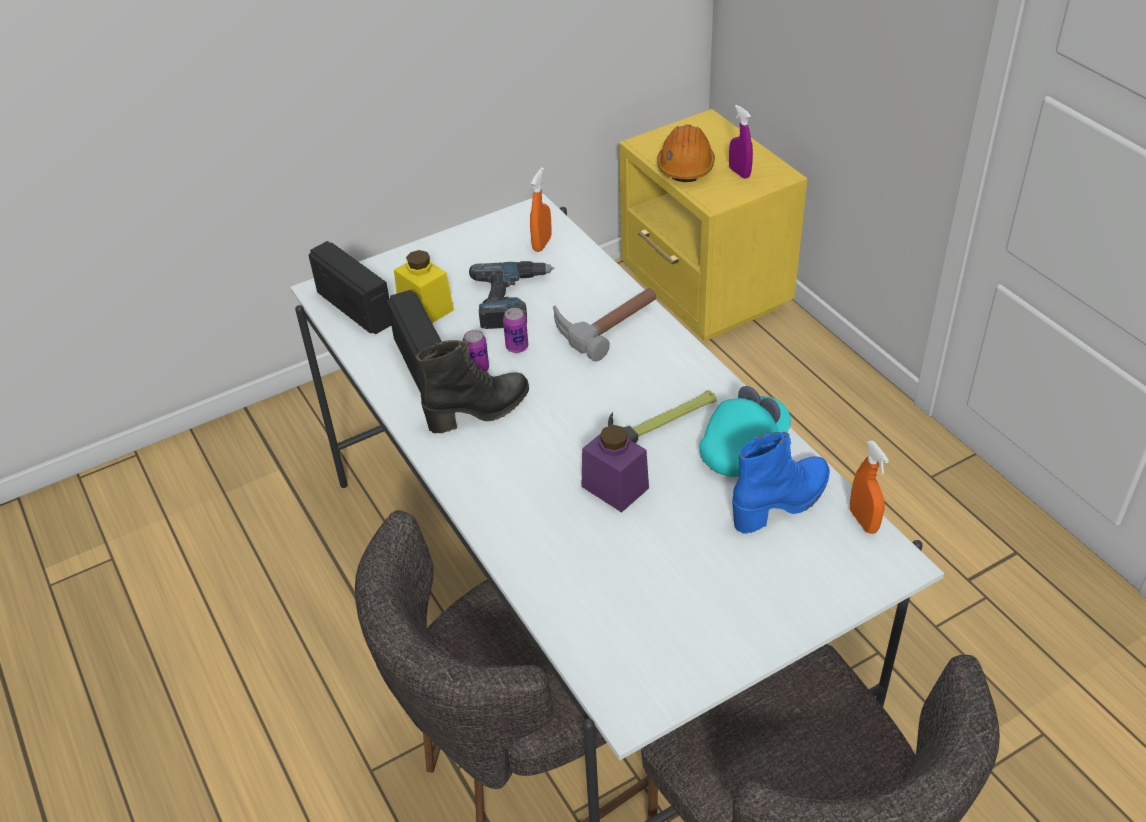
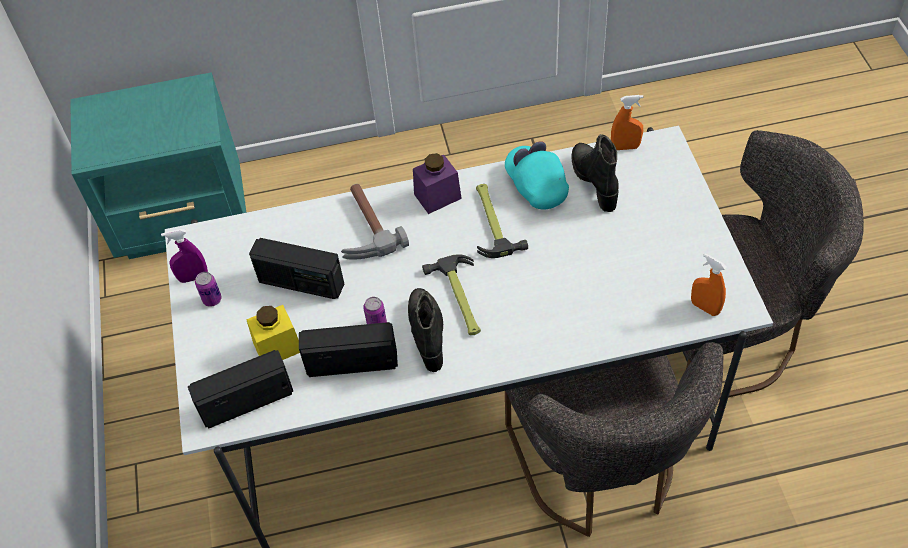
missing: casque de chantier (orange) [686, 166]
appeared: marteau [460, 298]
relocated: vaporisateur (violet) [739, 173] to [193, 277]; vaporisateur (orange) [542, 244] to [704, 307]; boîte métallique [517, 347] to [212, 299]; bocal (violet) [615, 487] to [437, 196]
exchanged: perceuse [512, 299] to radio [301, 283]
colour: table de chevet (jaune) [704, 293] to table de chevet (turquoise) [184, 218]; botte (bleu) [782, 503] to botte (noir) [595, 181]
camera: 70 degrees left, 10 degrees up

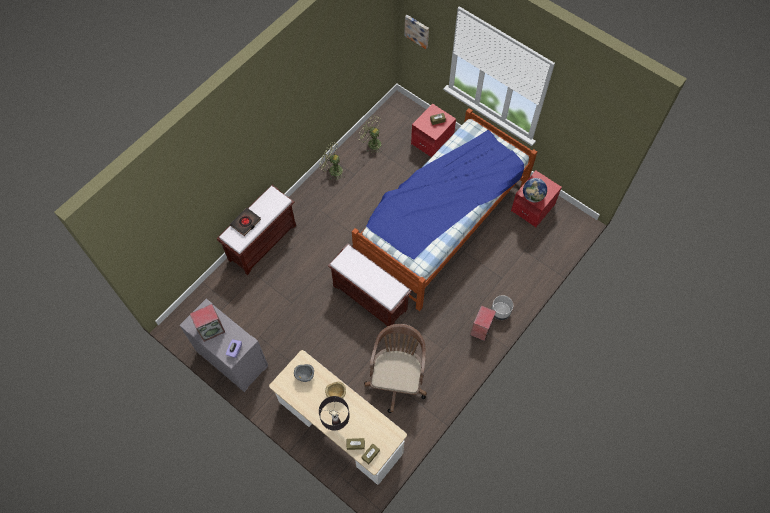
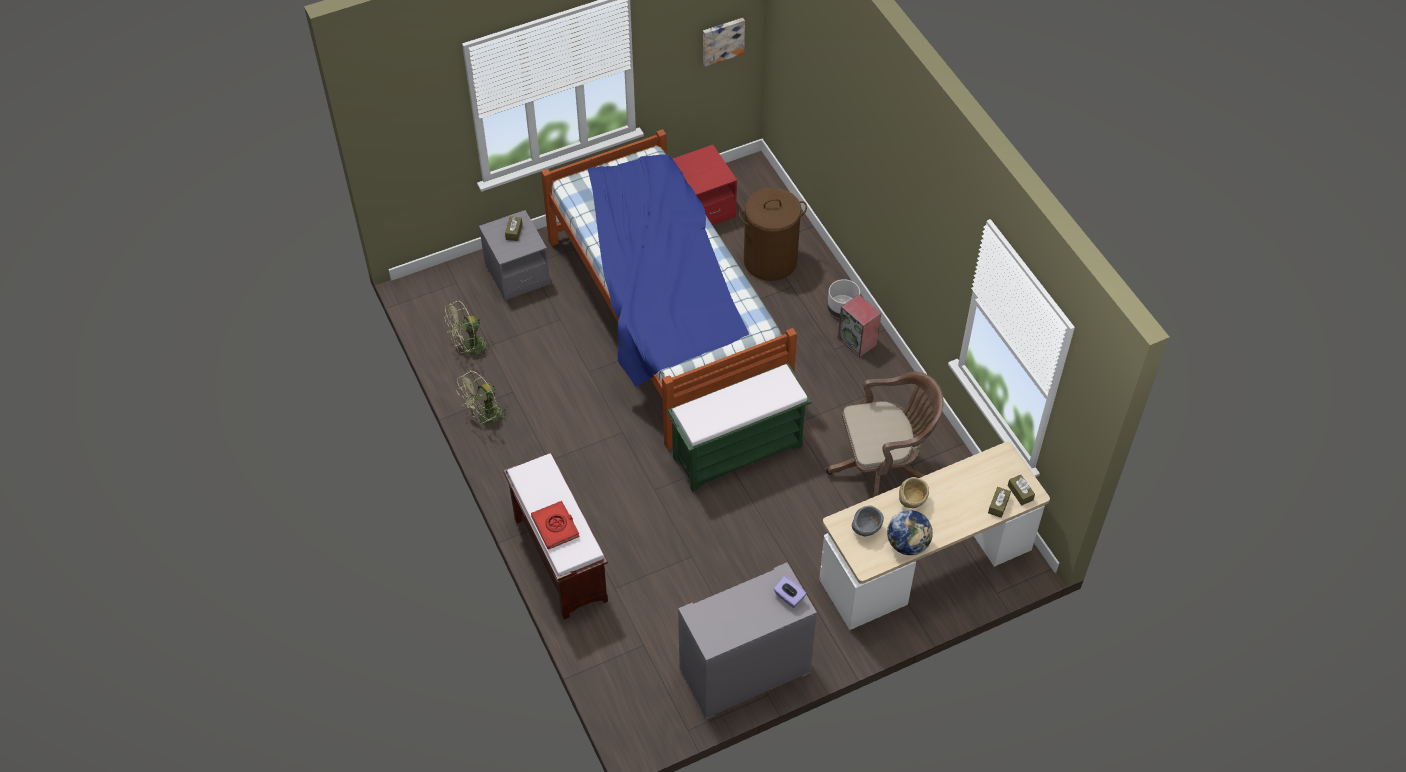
missing: enceinte [211, 329]; lampe de table (noir) [336, 423]
appeared: panier à linge (marron) [770, 261]
relocated: tableau [417, 31] to [722, 40]; globe [533, 196] to [908, 544]
colour: table de chevet (rouge) [432, 141] to table de chevet (gris) [517, 274]; livre (noir) [246, 223] to livre (rouge) [555, 527]; banc (marron) [370, 297] to banc (vert) [738, 451]
spun: chaise de bureau (marron) [397, 378] = [883, 467] 135 degrees clockwise
camera: 65 degrees left, 10 degrees down

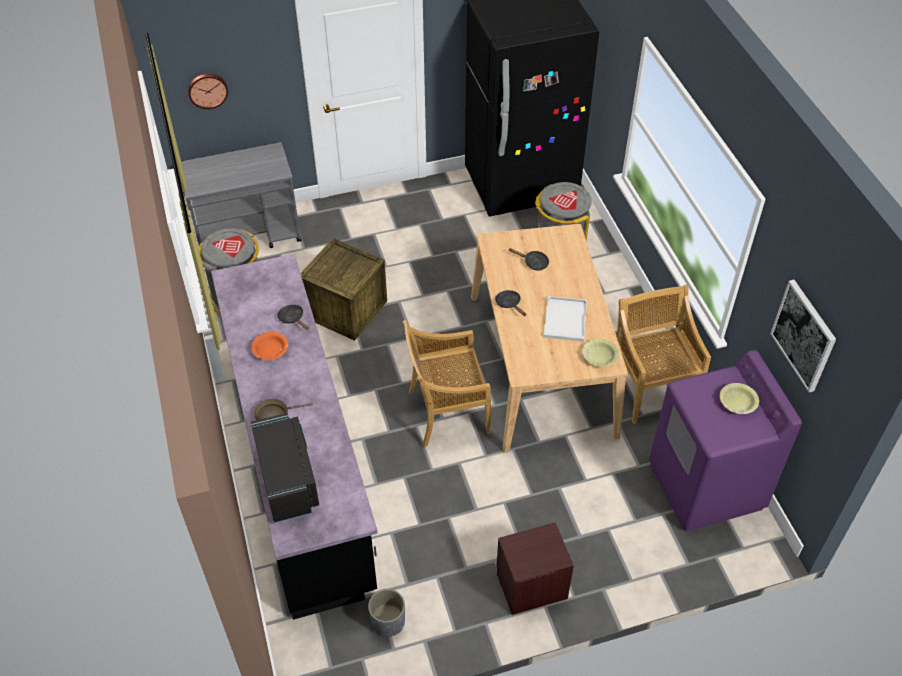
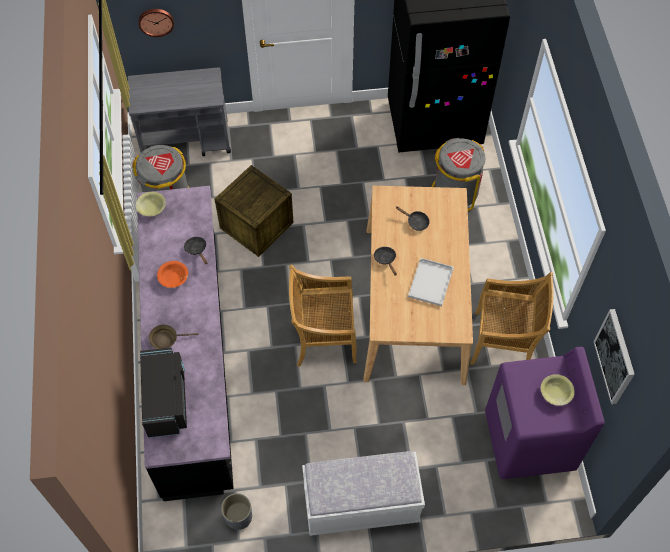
relocated: bol (jaune) [599, 356] to [151, 207]
exchanged: table de chevet (marron) [531, 585] to banc (blanc) [361, 505]
spun: chaise (beige) [651, 388] = [504, 342] 105 degrees clockwise
camera: 10 degrees right, 10 degrees up

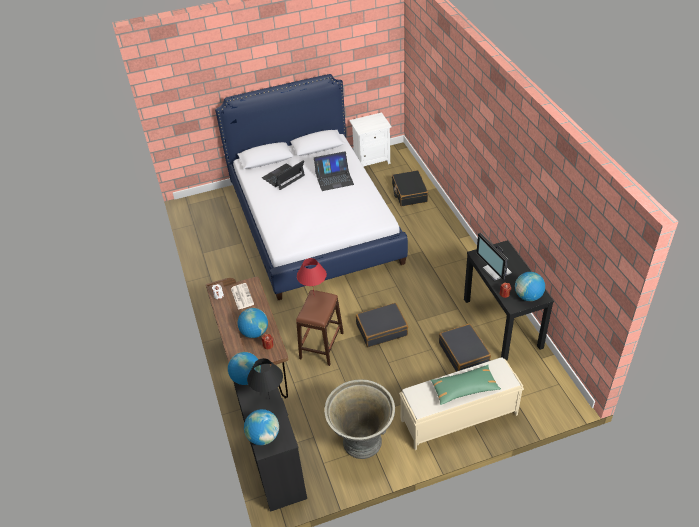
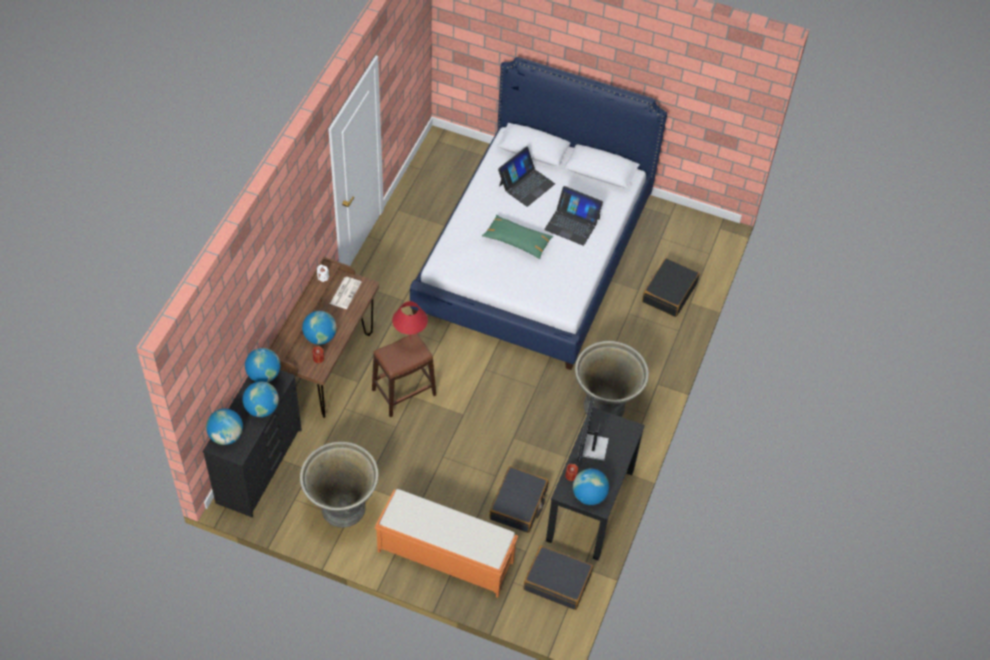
missing: table de chevet (blanc) [371, 160]
appeared: cache-pot (gris) [605, 406]
relocated: valise (noir) [381, 329] to [557, 581]; coussin (vert) [464, 388] to [517, 241]
exchanged: lampe de table (noir) [269, 399] to globe [262, 408]
colour: banc (beige) [458, 417] to banc (orange) [444, 556]
spun: ordinateur portable [283, 177] = [526, 184] 135 degrees clockwise
camera: 35 degrees right, 10 degrees up

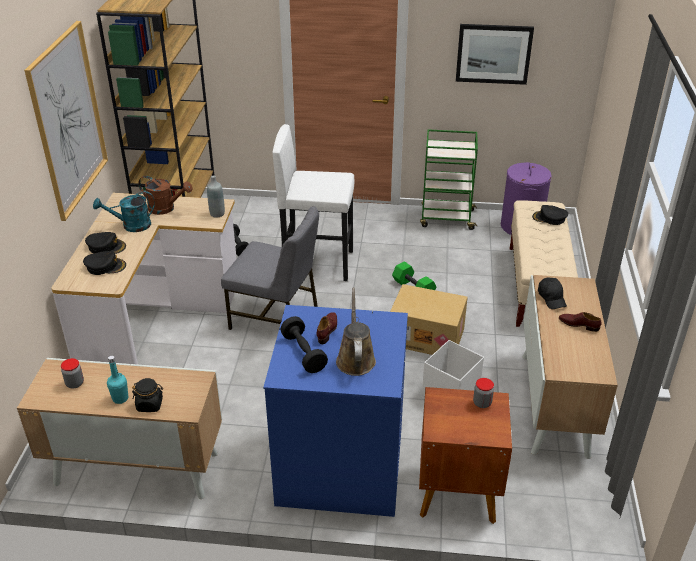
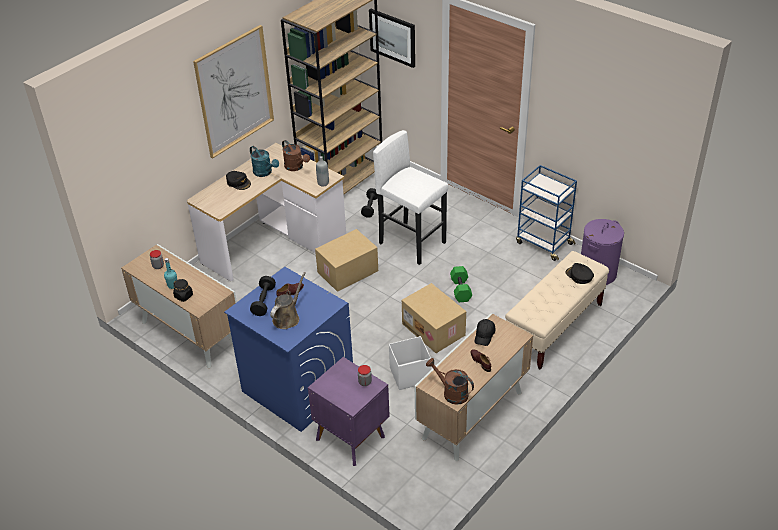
missing: casquette (noir) [105, 266]
appeared: arrosoir (marron) [451, 393]
relocated: tableau [493, 53] to [393, 37]
exchanged: chaise (gris) [276, 318] to carton [348, 272]
colour: chariot (vert) [446, 218] to chariot (bleu) [543, 243]; table de chevet (marron) [456, 492] to table de chevet (violet) [350, 437]
spun: arrosoir (turquoise) [131, 226] = [265, 173] 150 degrees counterclockwise
camera: 35 degrees right, 5 degrees up

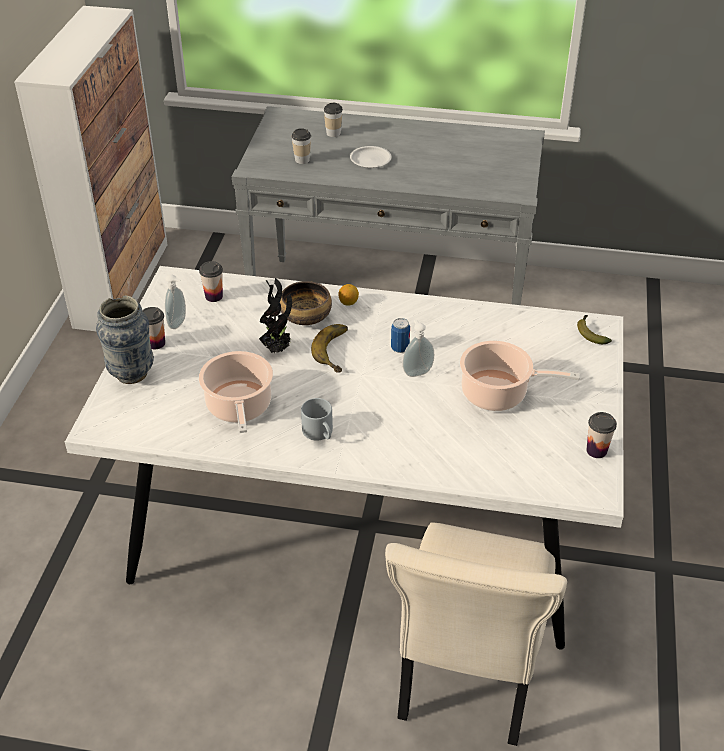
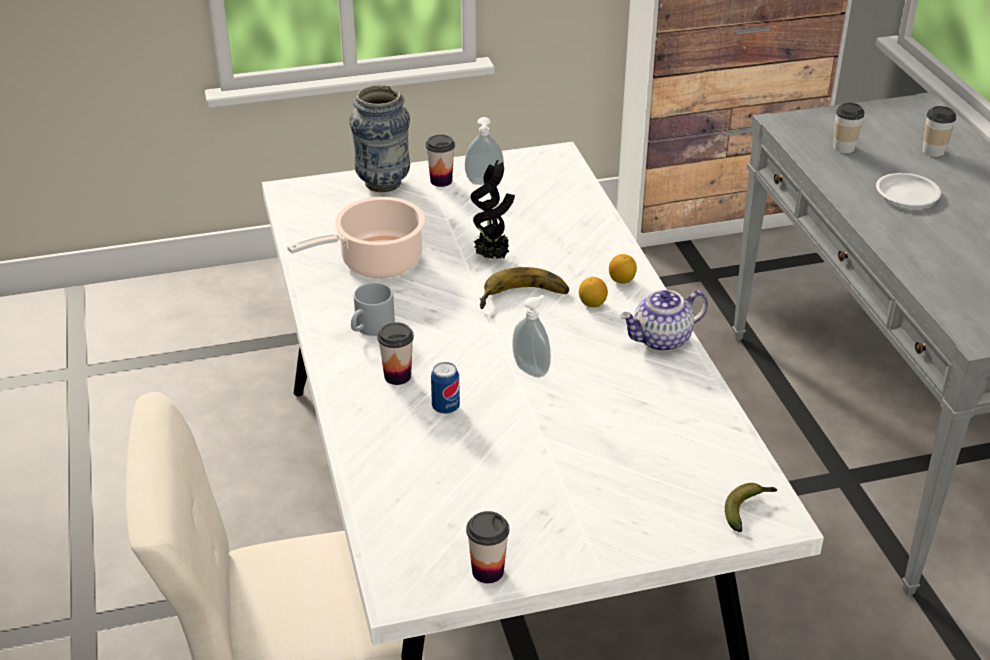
missing: bol [305, 316]; marmite [498, 394]
appeared: citron [592, 304]; théière [661, 340]
relocated: tasse [214, 296] to [397, 376]; boîte métallique [400, 348] to [445, 407]
camera: 65 degrees right, 5 degrees down

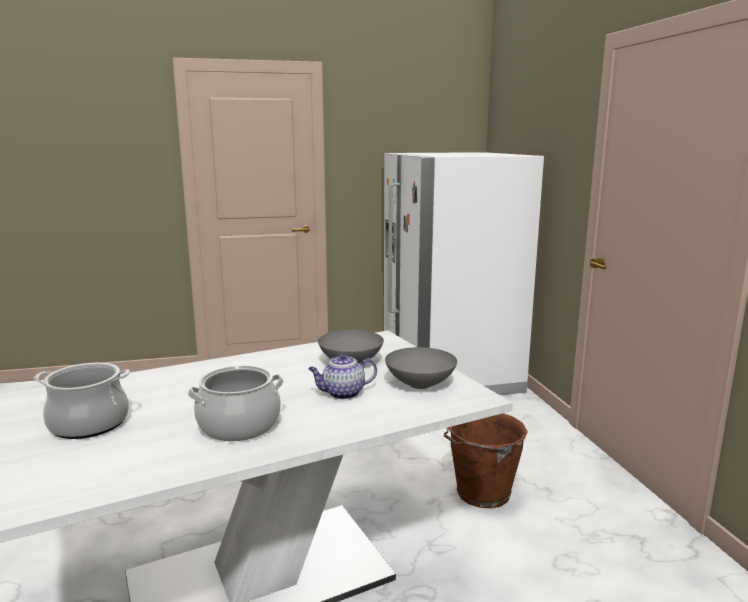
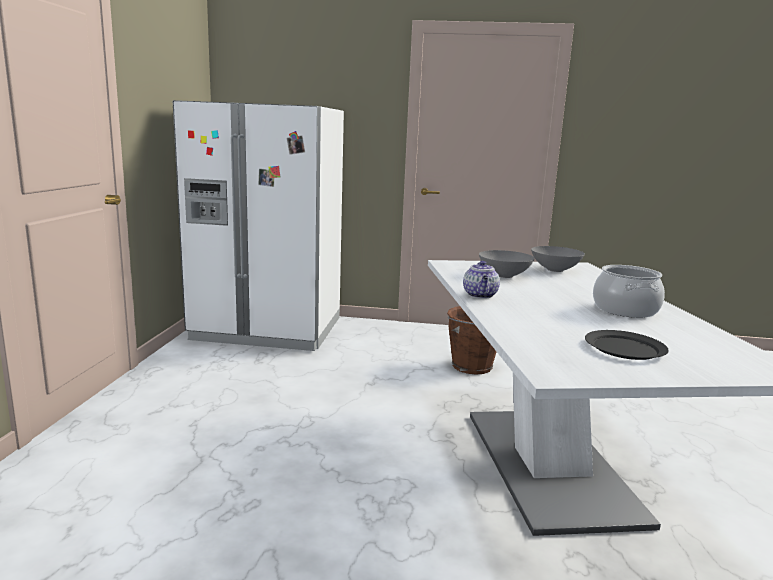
relocated: théière [342, 393] to [480, 295]
exchanged: marmite [88, 424] to assiette (noir) [625, 348]
camera: 70 degrees left, 0 degrees up

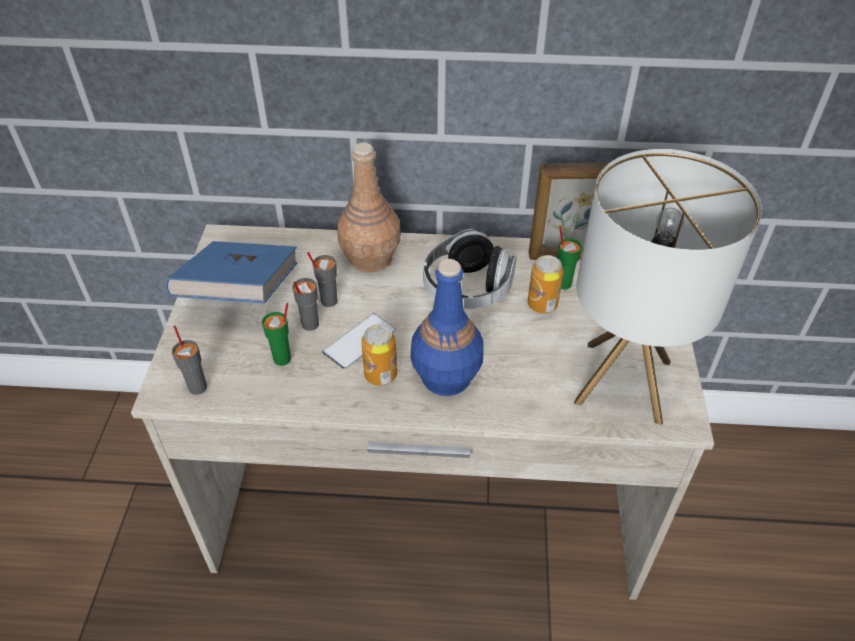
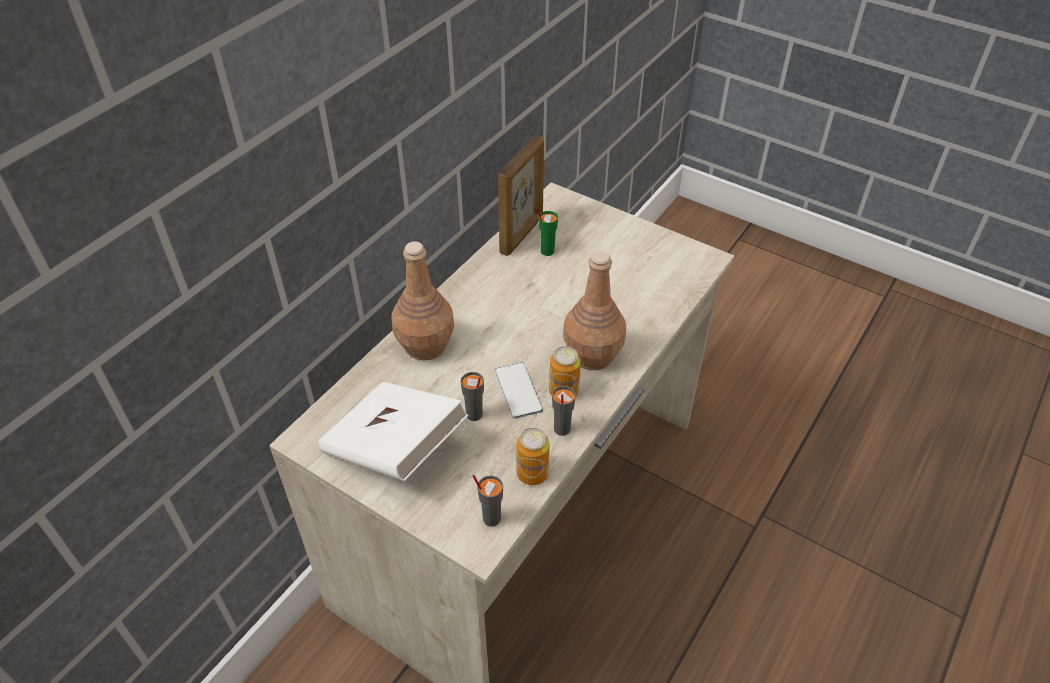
missing: lampe de table [623, 381]; casque audio [467, 288]; tasse (vert) [283, 359]
relocated: tasse (gris) [328, 301] to [561, 429]; boîte métallique [542, 304] to [532, 473]
colour: livre (bleu) [241, 293] to livre (blanc) [395, 449]; bouteille (bleu) [445, 377] to bouteille (marron) [592, 355]
camera: 60 degrees left, 0 degrees up

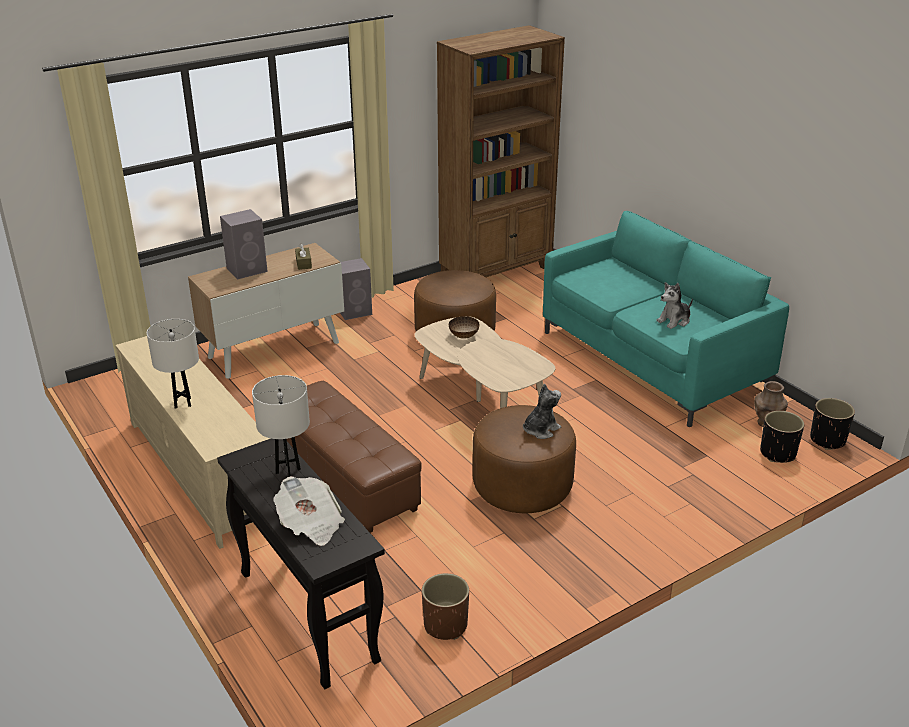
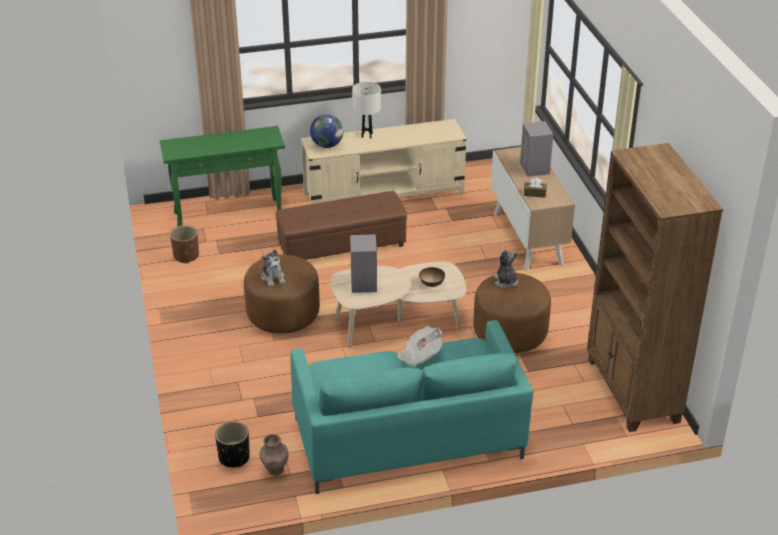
missing: lampe de table (blanc) [288, 471]; cache-pot (noir) [827, 440]
appeared: globe [327, 145]
relocated: enceinte (gris) [355, 311] to [364, 284]; peluche [674, 321] to [505, 281]; journal [310, 524] to [420, 355]
colour: table console (noir) [306, 615] to table console (vert) [229, 214]
camera: 110 degrees right, 5 degrees up

